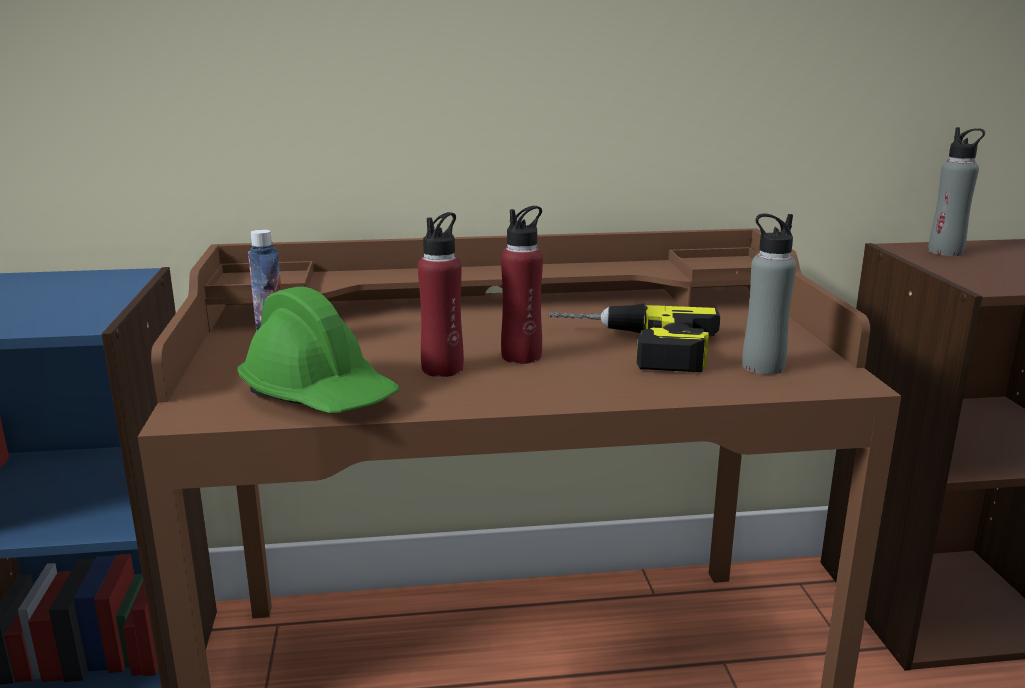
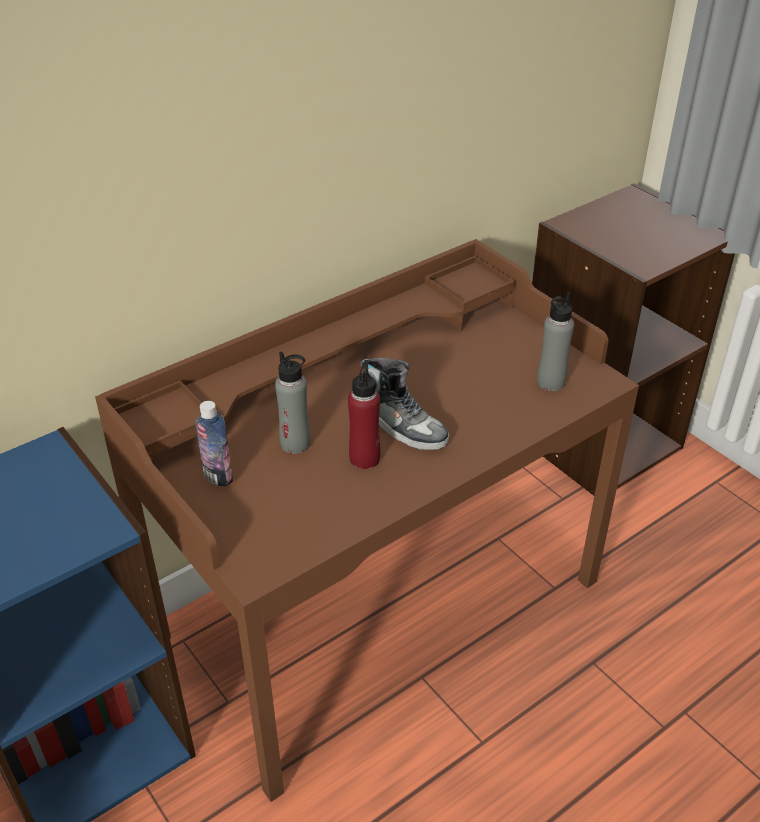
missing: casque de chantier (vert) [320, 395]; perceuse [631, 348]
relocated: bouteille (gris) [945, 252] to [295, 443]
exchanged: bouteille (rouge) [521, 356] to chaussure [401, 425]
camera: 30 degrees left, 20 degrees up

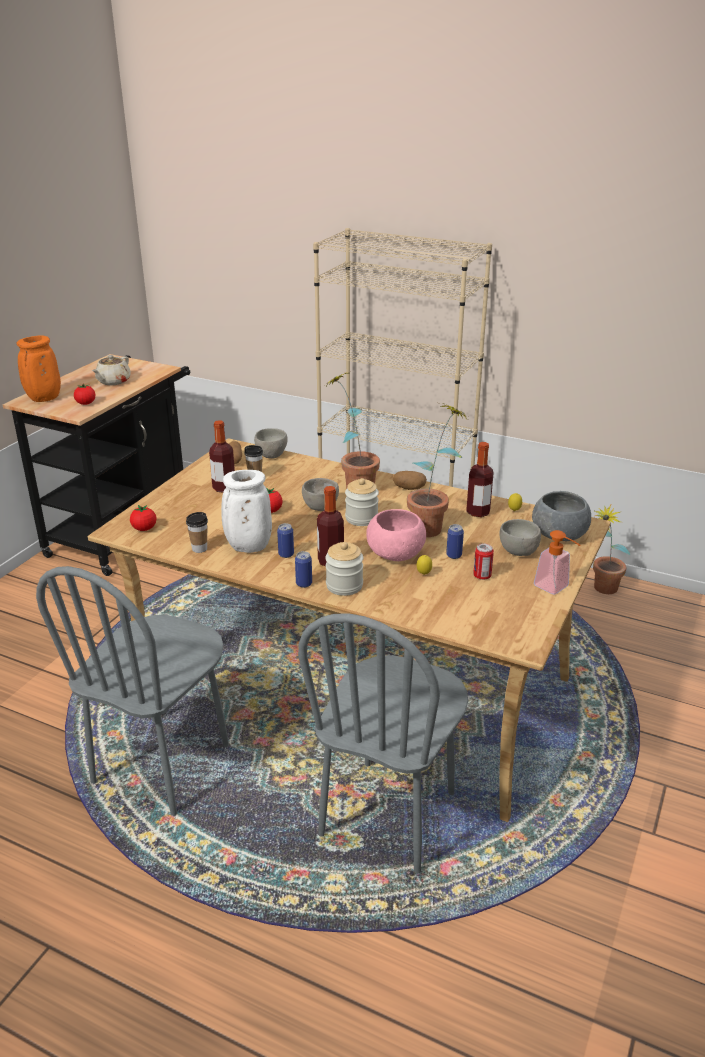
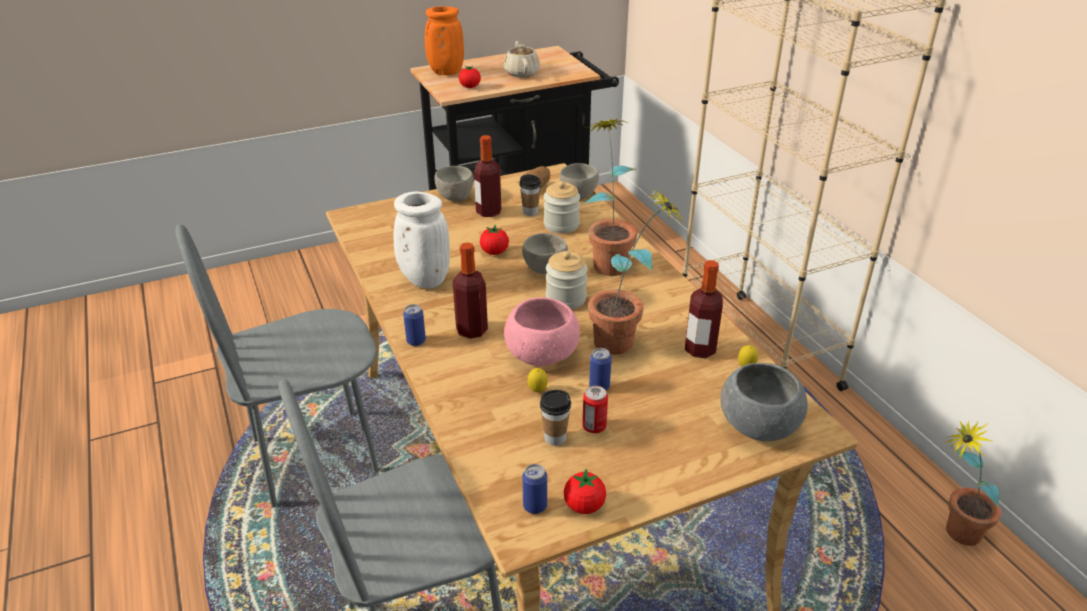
missing: pomme de terre [409, 488]; distributeur de savon [556, 588]
relocated: tomate [144, 529] to [584, 506]; tasse [199, 549] to [555, 438]; bol (gris) [518, 552] to [454, 197]; boîte métallique [286, 554] to [535, 506]; bocal [344, 585] to [561, 225]
spun: théière (beige) [113, 381] = [521, 73] 105 degrees clockwise
camera: 40 degrees right, 5 degrees up

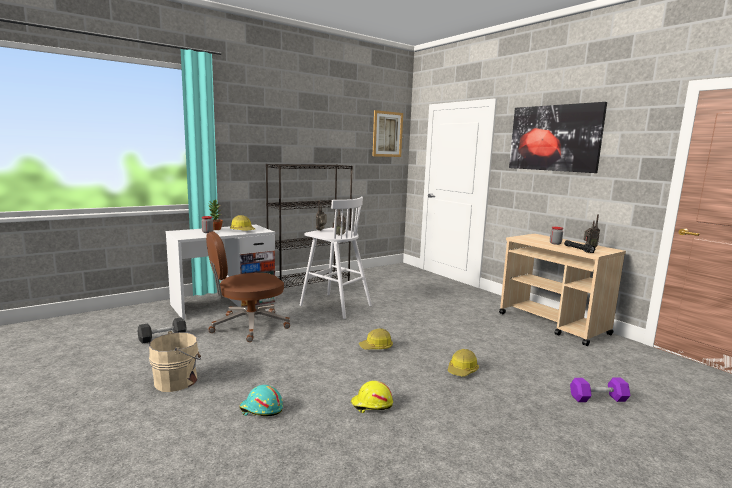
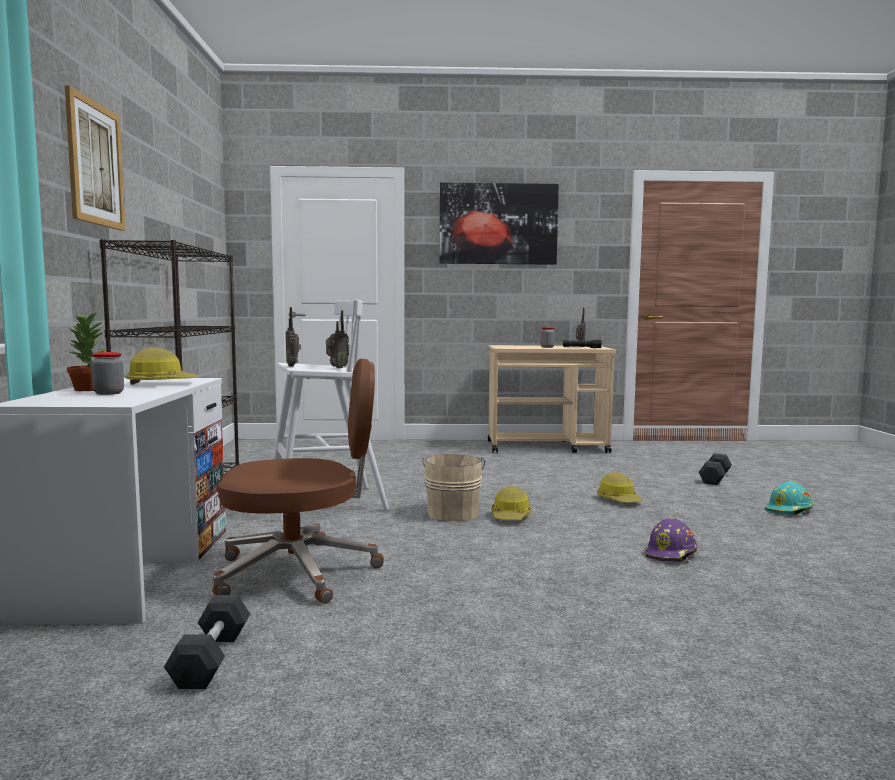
relocated: tableau [387, 134] to [95, 164]; seau (beige) [178, 380] to [453, 512]; casque de chantier (turquoise) [261, 409] to [789, 510]
colour: haltère (violet) [598, 398] to haltère (noir) [715, 478]; casque de chantier (jaune) [371, 405] to casque de chantier (violet) [671, 554]
spun: chaise de bureau (marron) [248, 326] = [300, 571] 105 degrees counterclockwise
camera: 55 degrees left, 5 degrees down

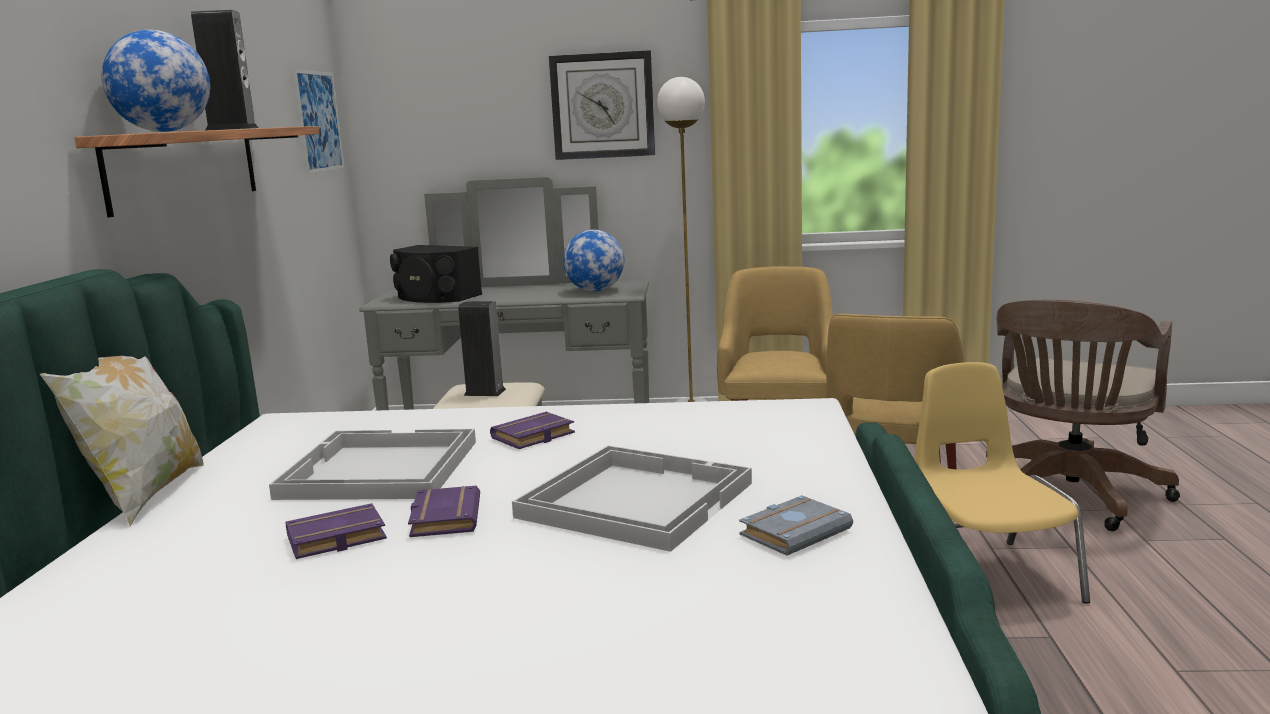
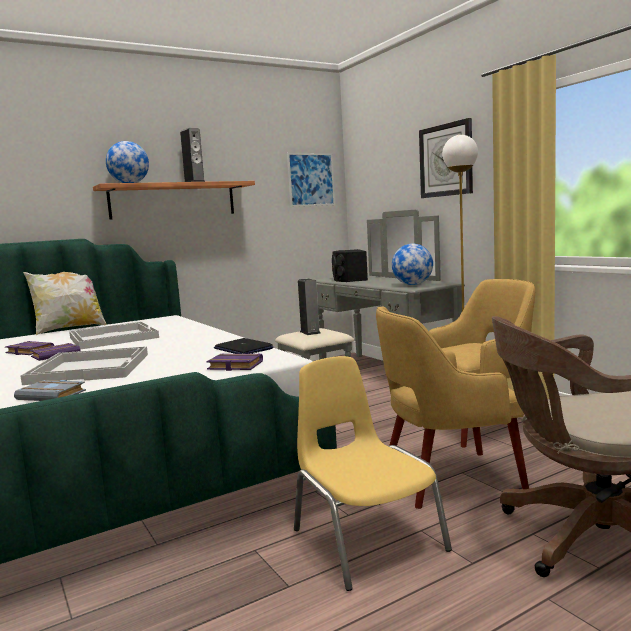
appeared: ordinateur portable [243, 348]
relocated: livre (violet) [533, 437] to [234, 366]
spun: chaise (jaune) [986, 576] = [366, 539] 75 degrees counterclockwise
camera: 55 degrees right, 5 degrees down

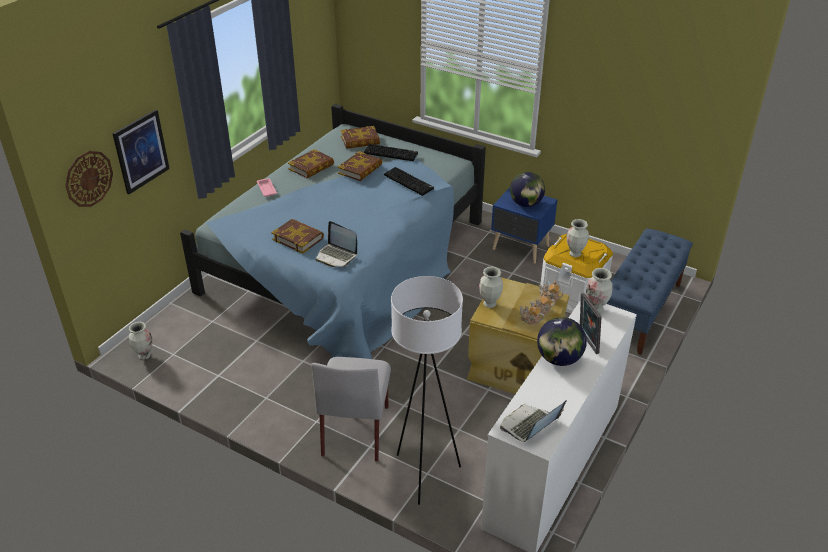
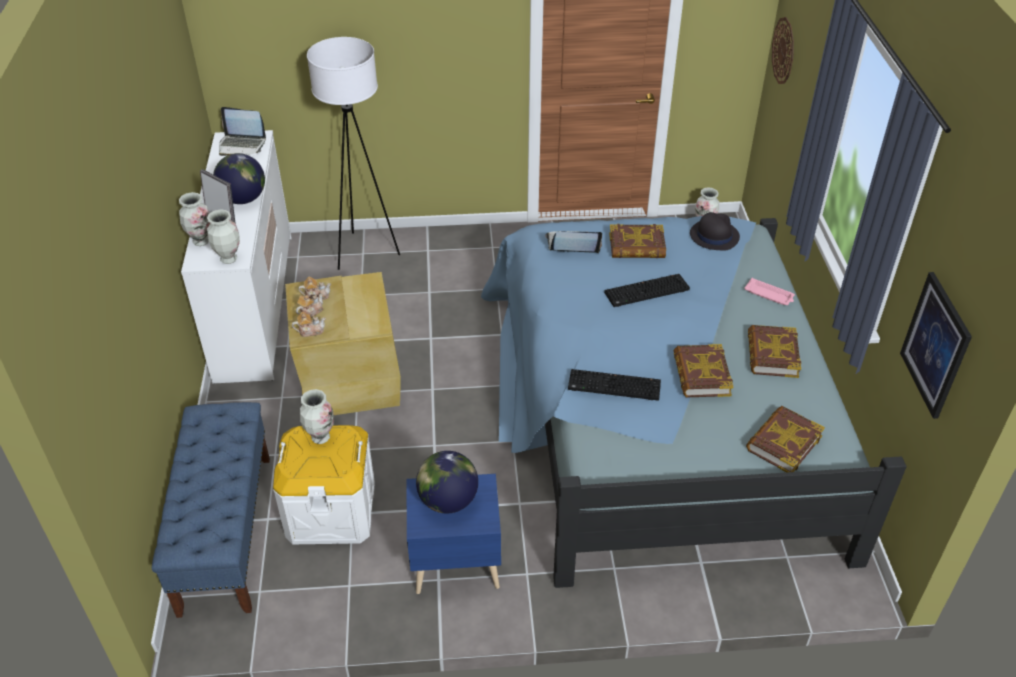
missing: chaise (gris) [355, 429]
appeared: chapeau (noir) [714, 235]
relocated: tableau [141, 151] to [935, 345]; clavier [391, 153] to [646, 292]; vase [489, 304] to [201, 241]
spun: ordinateur portable [529, 425] = [242, 145] 90 degrees clockwise
camera: 145 degrees right, 5 degrees up

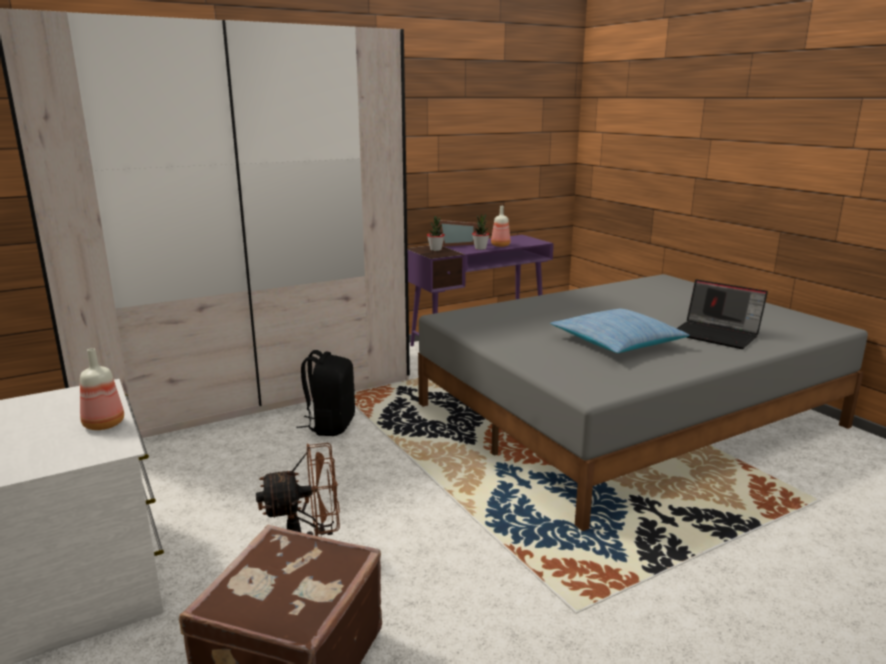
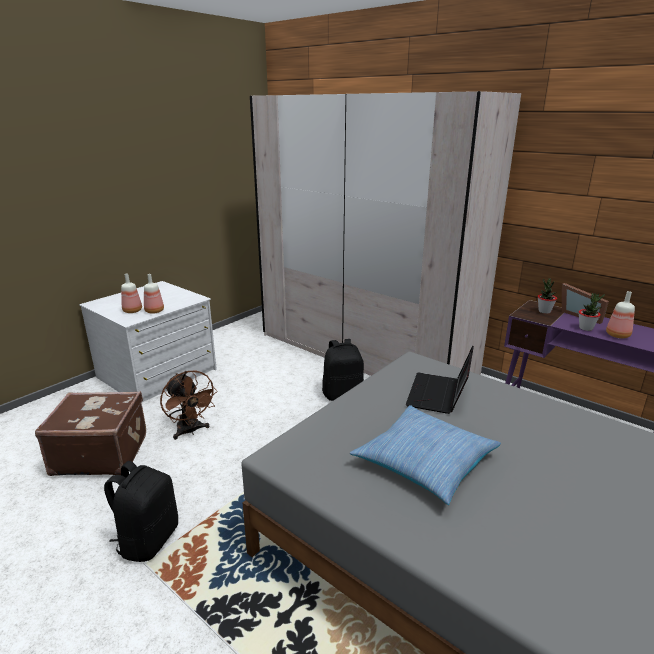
appeared: bouteille [133, 311]; sac à dos (noir) [148, 539]
relocated: ordinateur portable [717, 335] to [439, 395]
camera: 70 degrees right, 5 degrees up

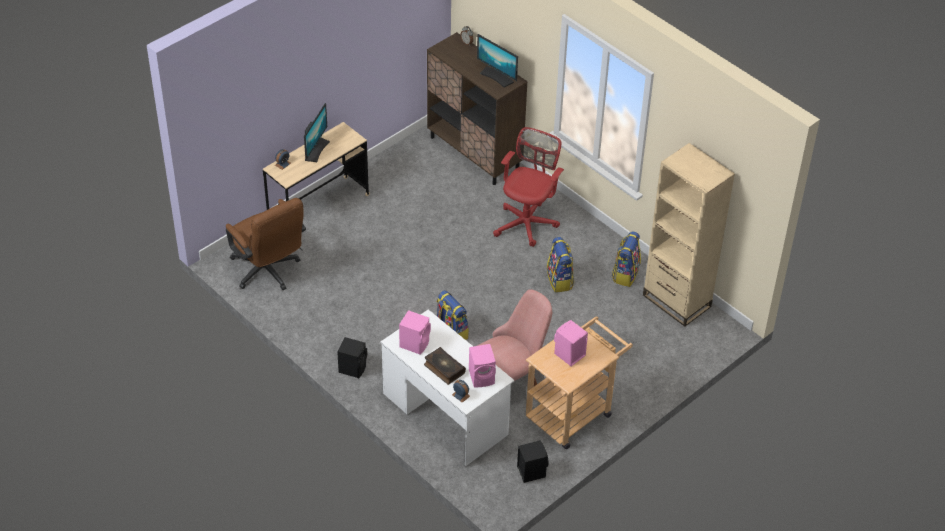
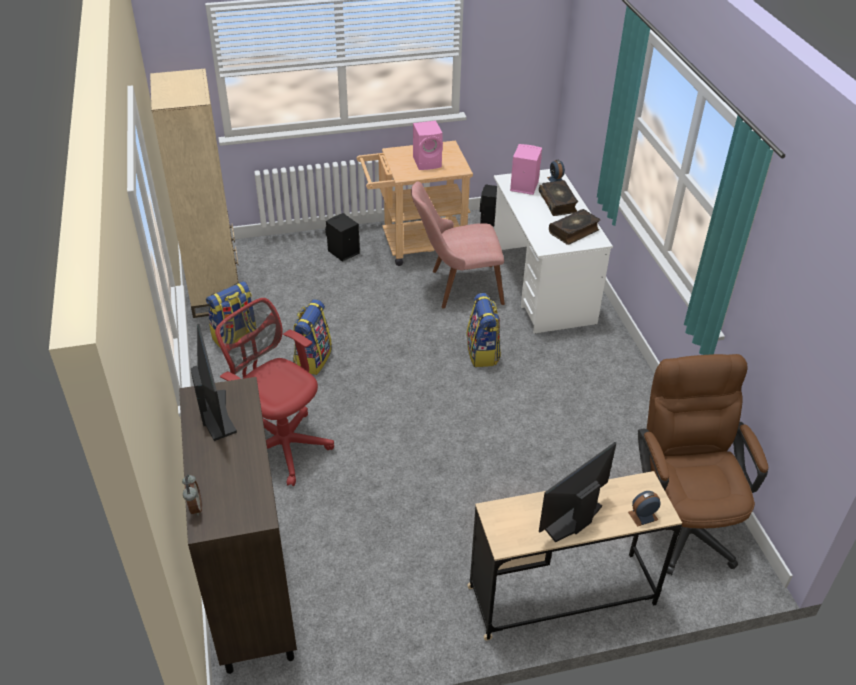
relocated: enceinte (noir) [353, 367] to [342, 252]
exchanged: enceinte (rose) [415, 343] to livre [574, 231]
spun: chaise de bureau (rouge) [527, 222] = [282, 443] 75 degrees clockwise
camera: 150 degrees left, 5 degrees down

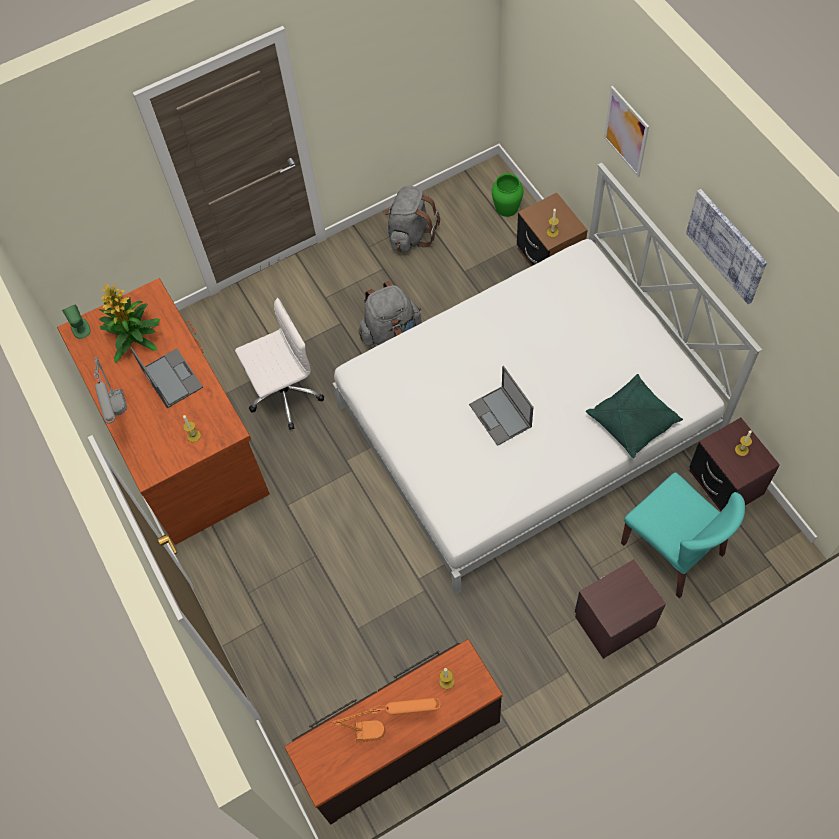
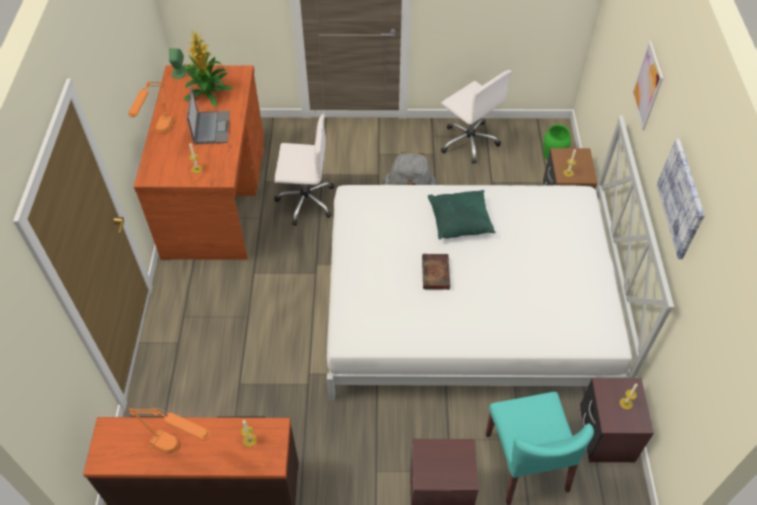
relocated: coussin (vert) [633, 421] to [460, 221]
exchanged: sac à dos (gris) [410, 234] to chaise de bureau (blanc) [468, 141]; ordinateur portable [501, 416] to livre [436, 274]
colour: lampe de table (gris) [121, 418] to lampe de table (orange) [159, 136]
camera: 25 degrees right, 10 degrees down

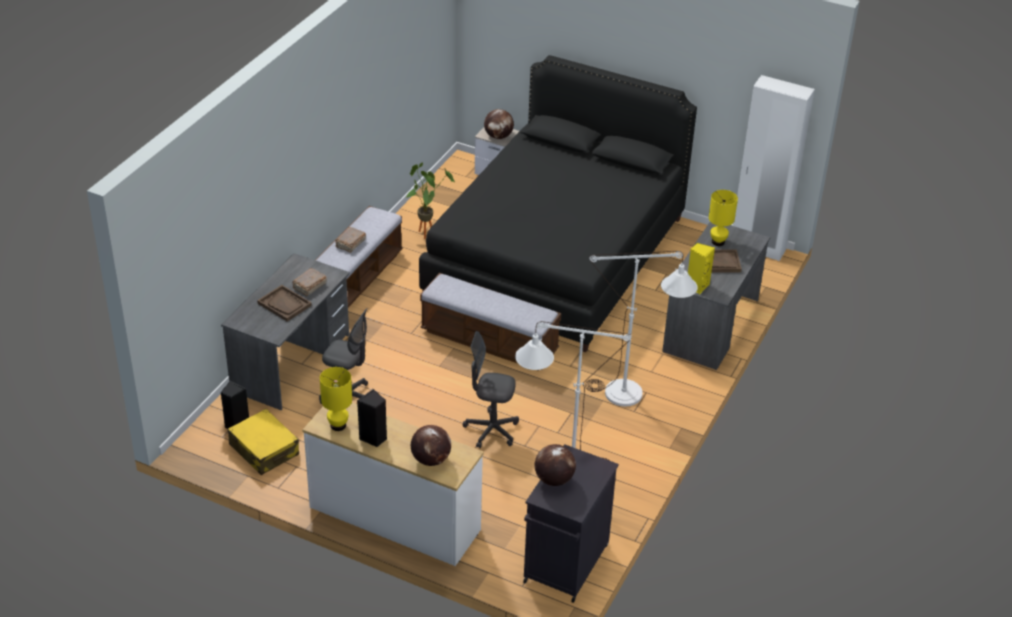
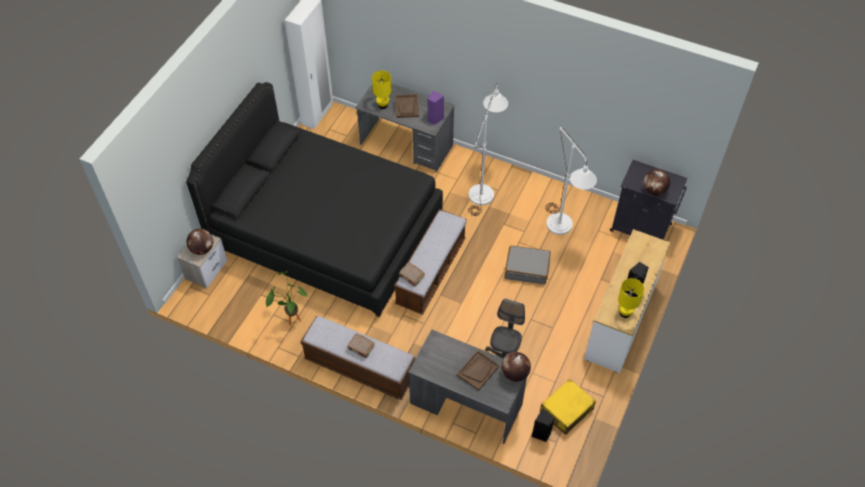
relocated: livre (marron) [309, 286] to [412, 277]; globe [430, 460] to [514, 373]
exchanged: chaise de bureau (gris) [491, 430] to valise (gris) [527, 268]
colour: enceinte (jaune) [697, 286] to enceinte (violet) [434, 119]
camera: 90 degrees left, 15 degrees up

